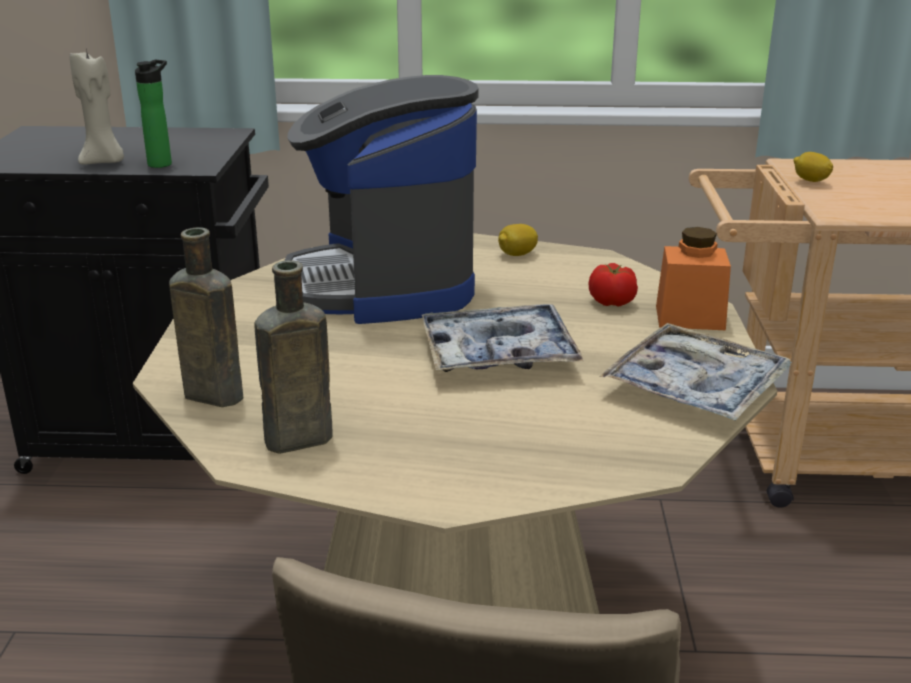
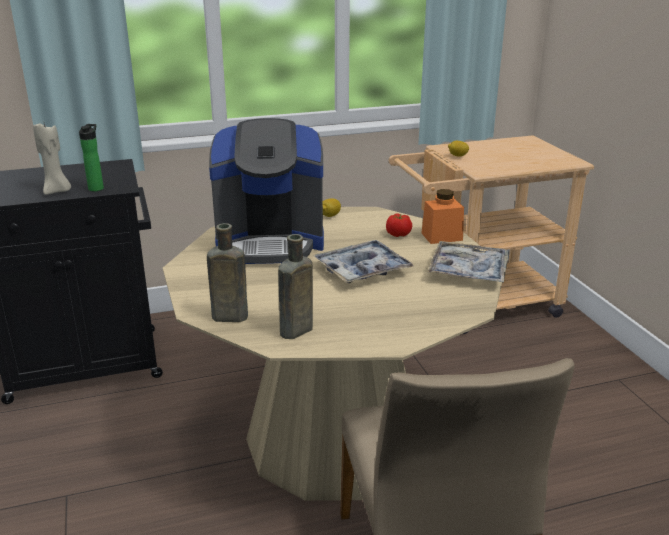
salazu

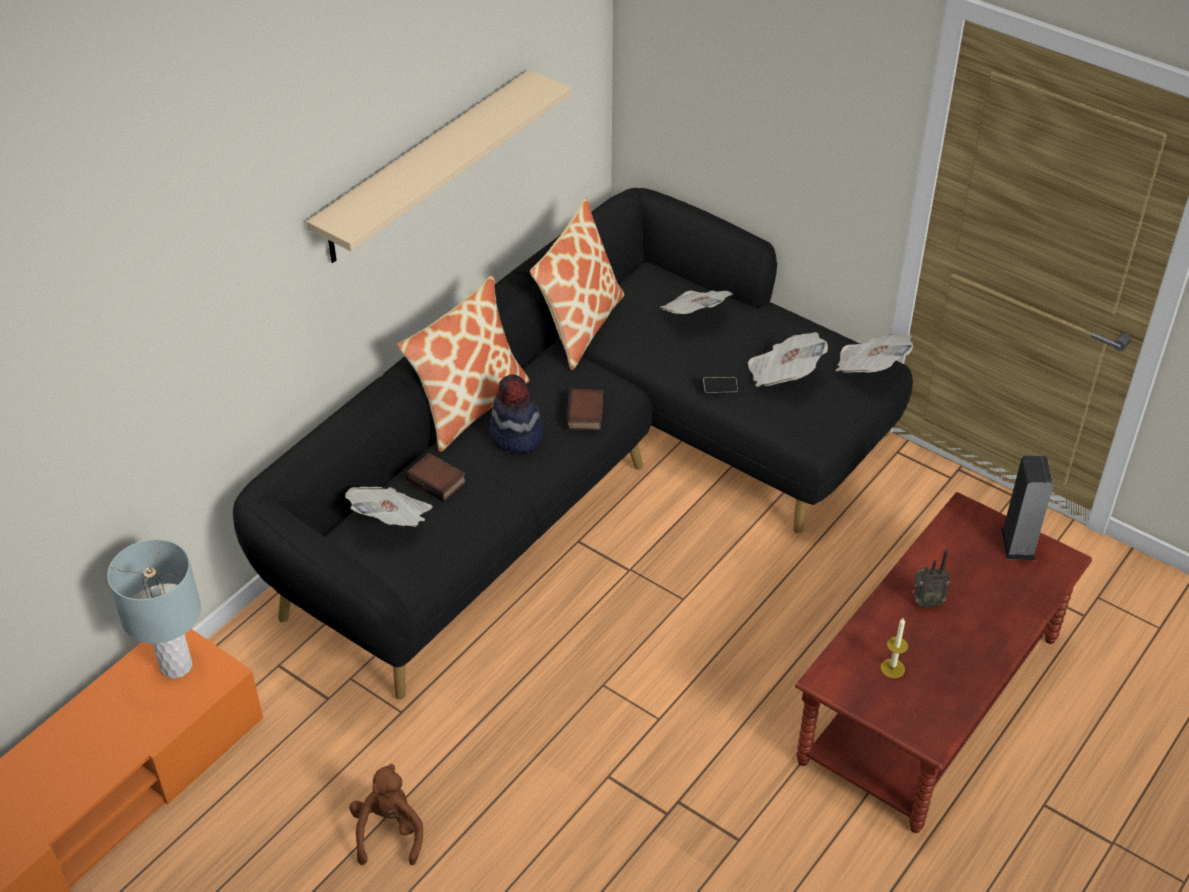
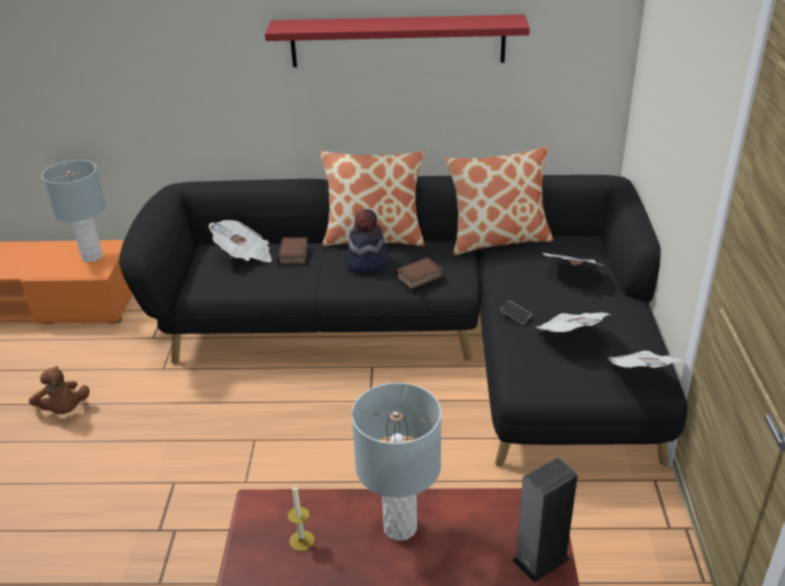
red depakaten
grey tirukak (no. 2 from left)
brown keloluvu

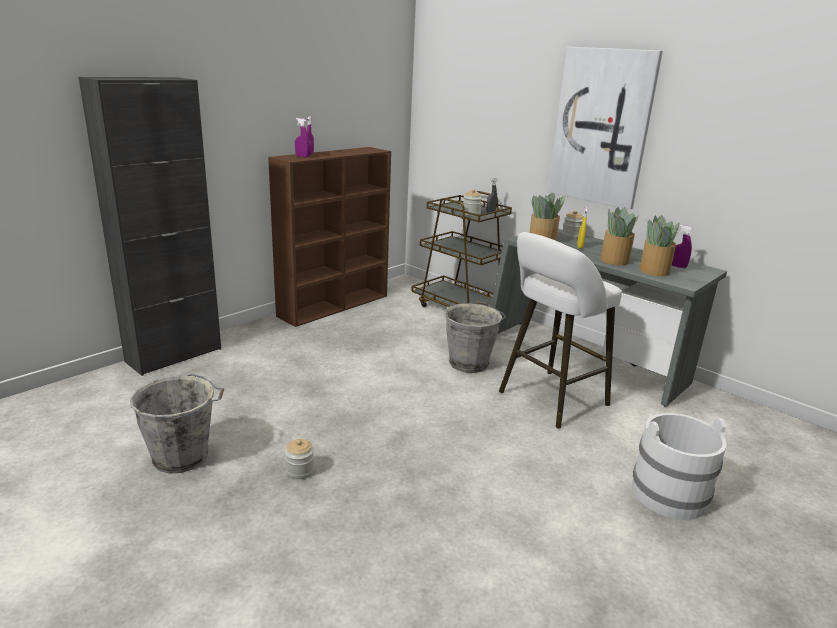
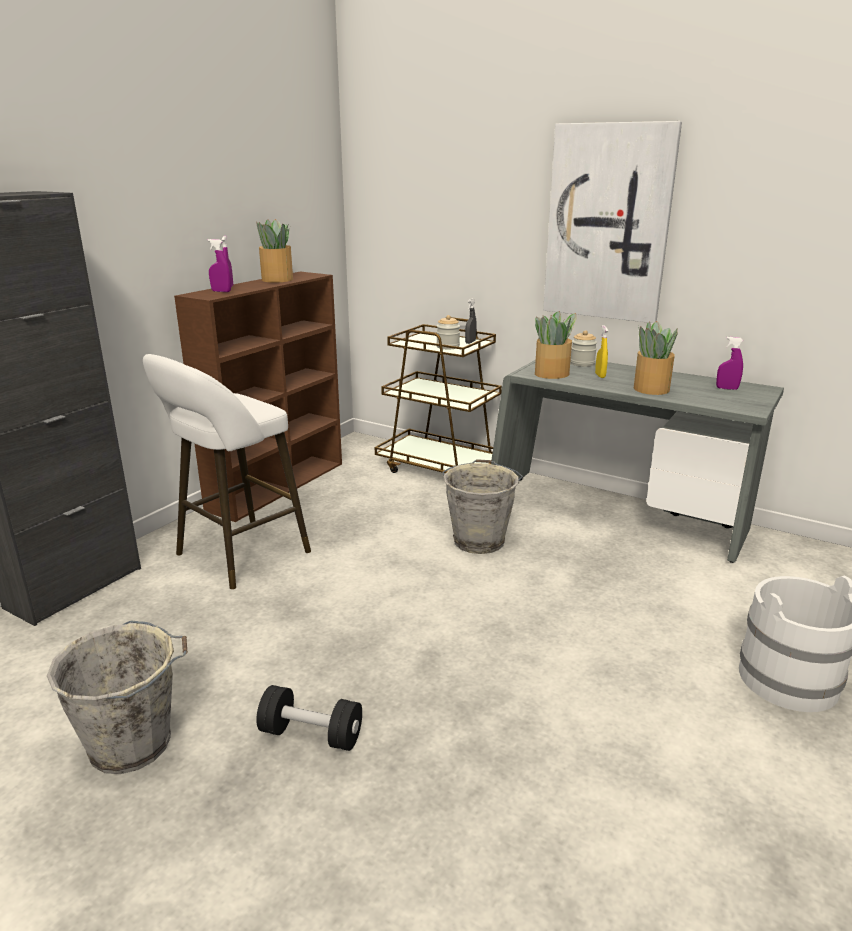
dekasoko (no. 1 from left)
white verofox
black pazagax

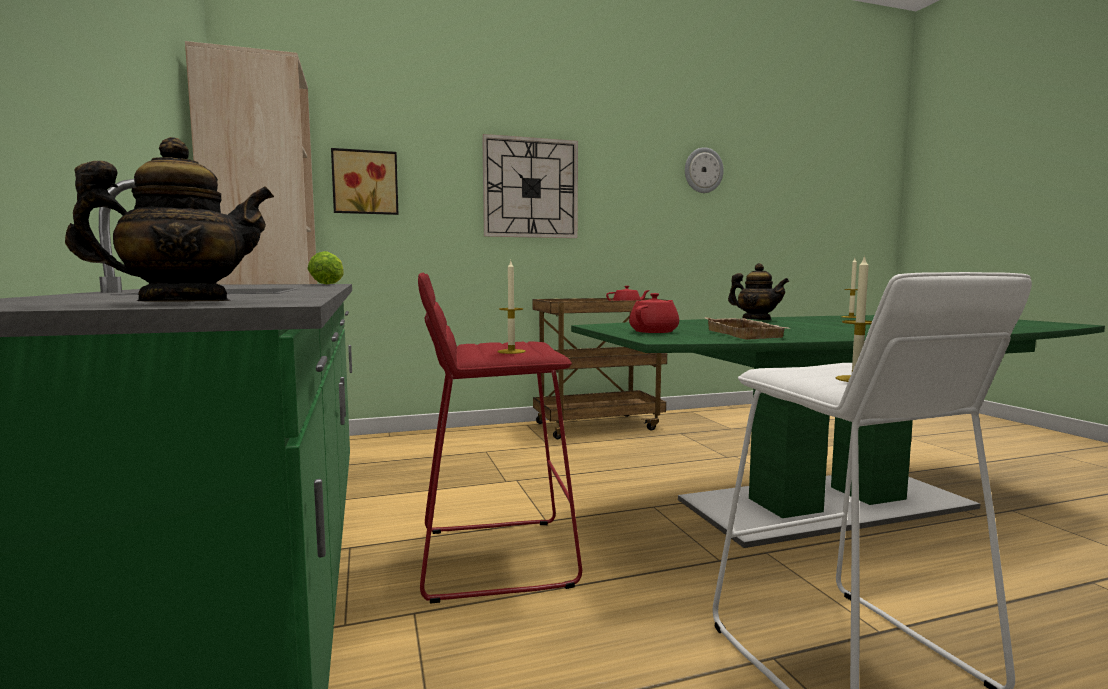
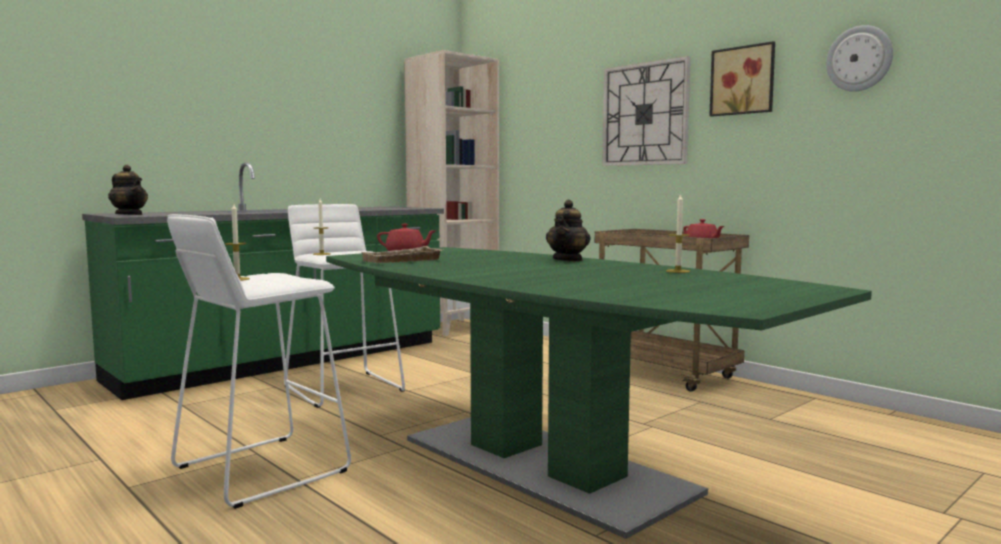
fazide
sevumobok
white verofox (no. 2 from left)

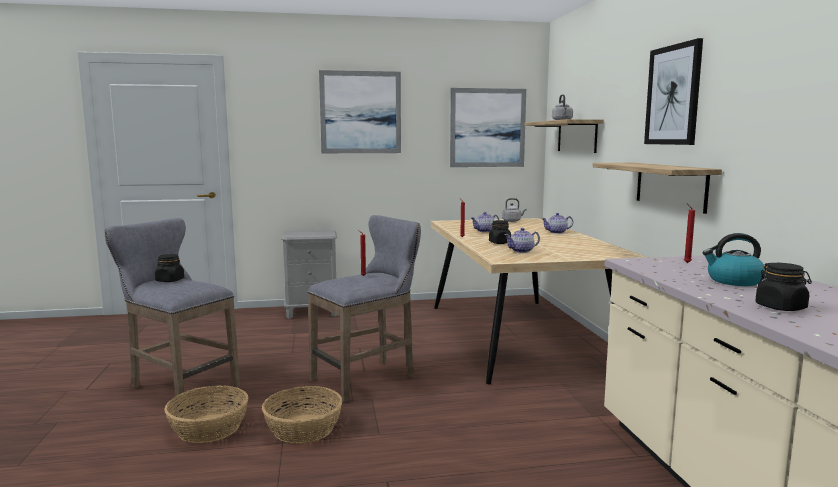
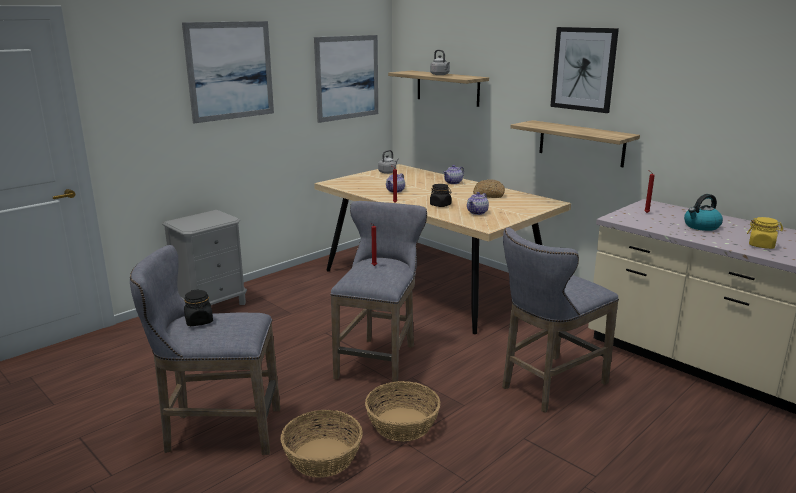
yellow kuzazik
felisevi
grey verofox (no. 3 from left)

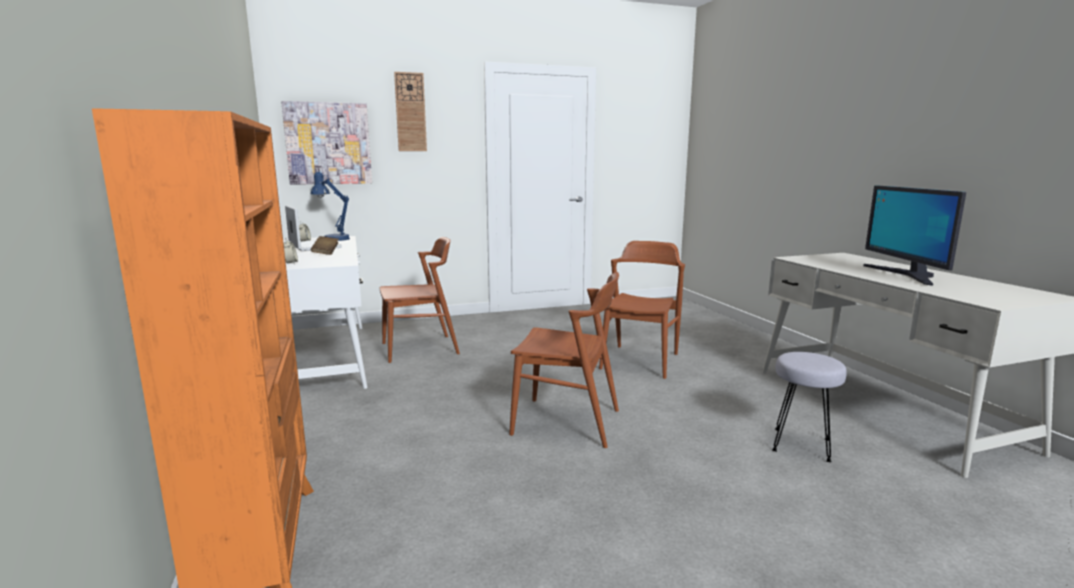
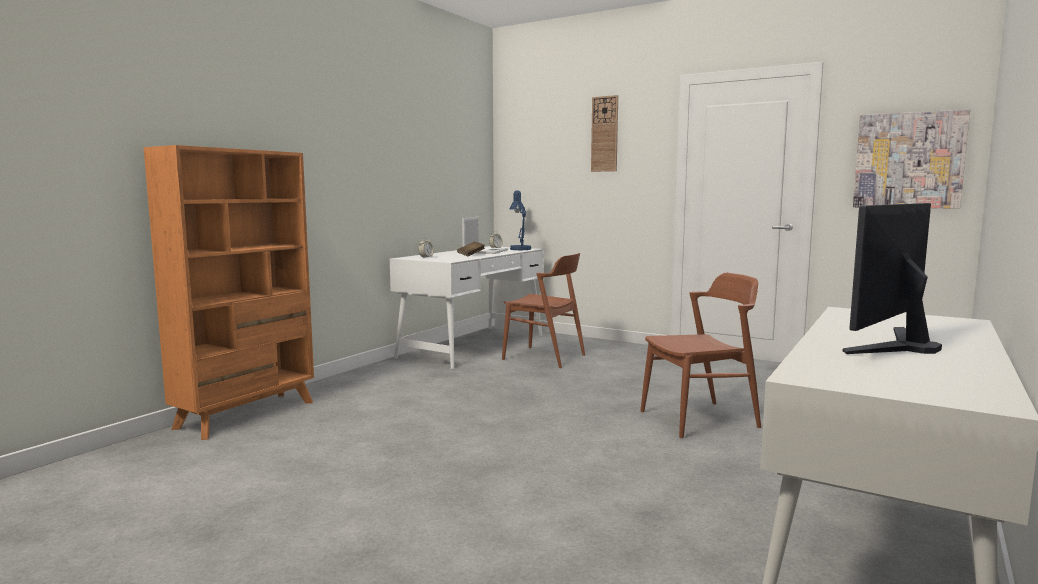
fazide
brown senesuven (no. 2 from left in the first image)
grey verofox

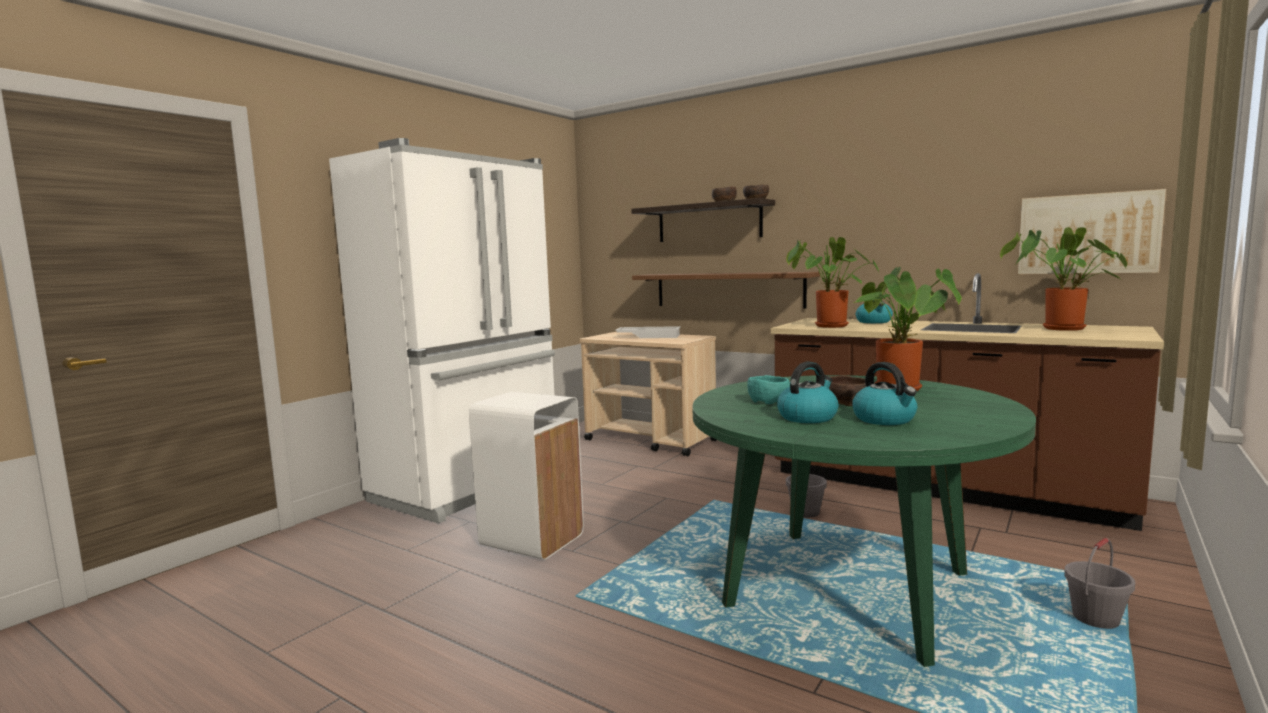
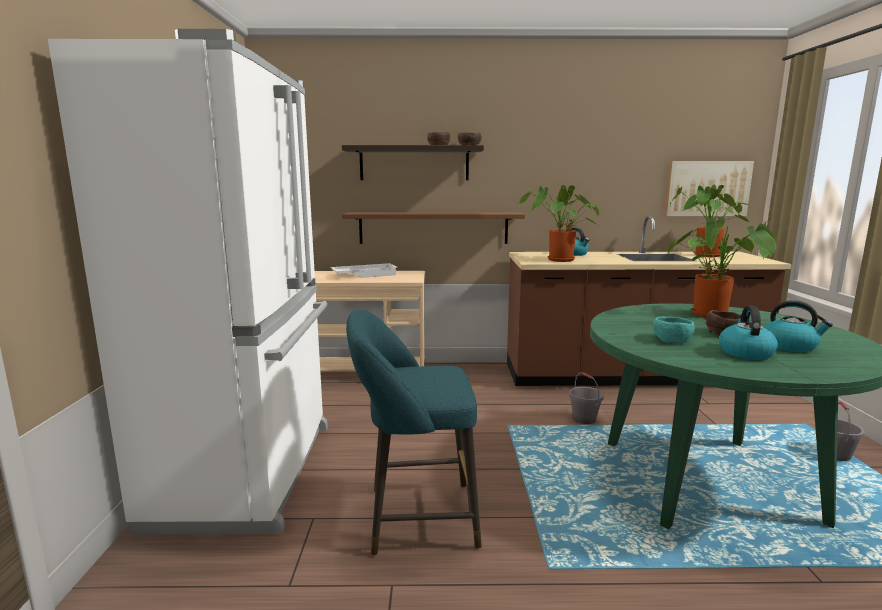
turquoise verofox

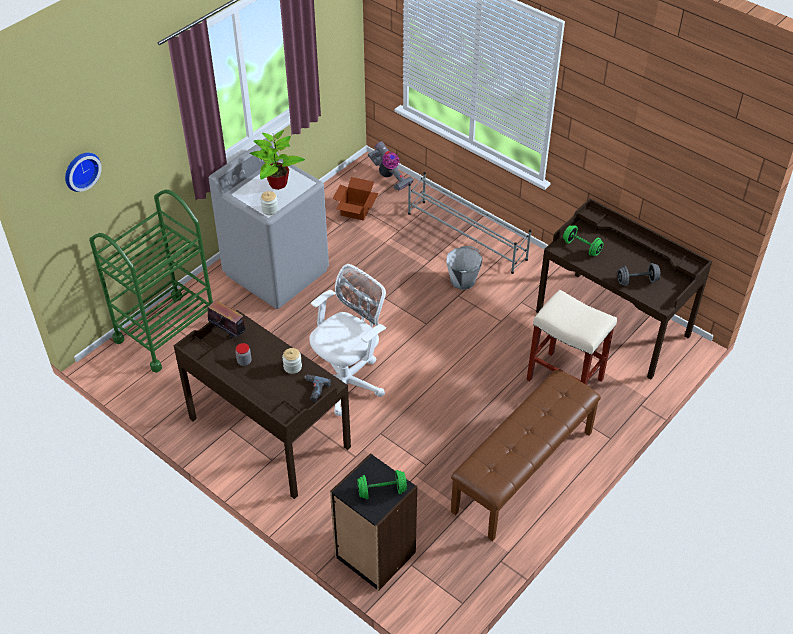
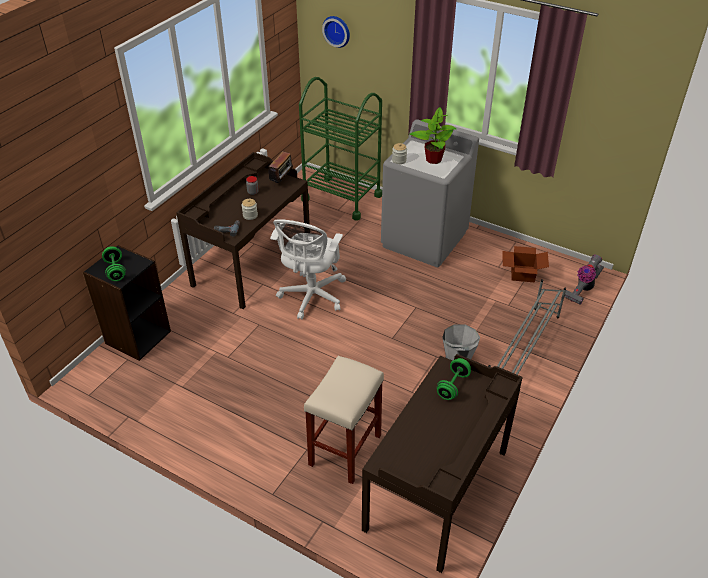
grey pazagax
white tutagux
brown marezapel

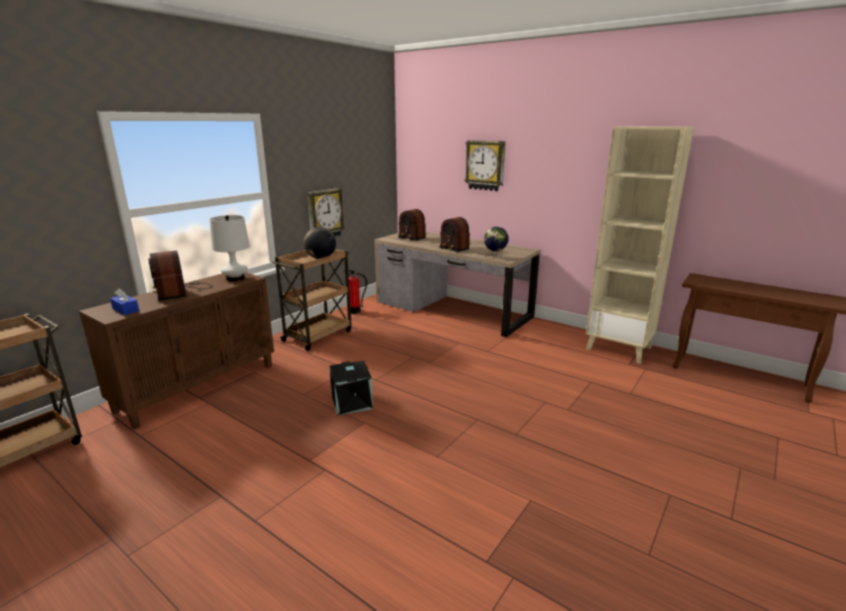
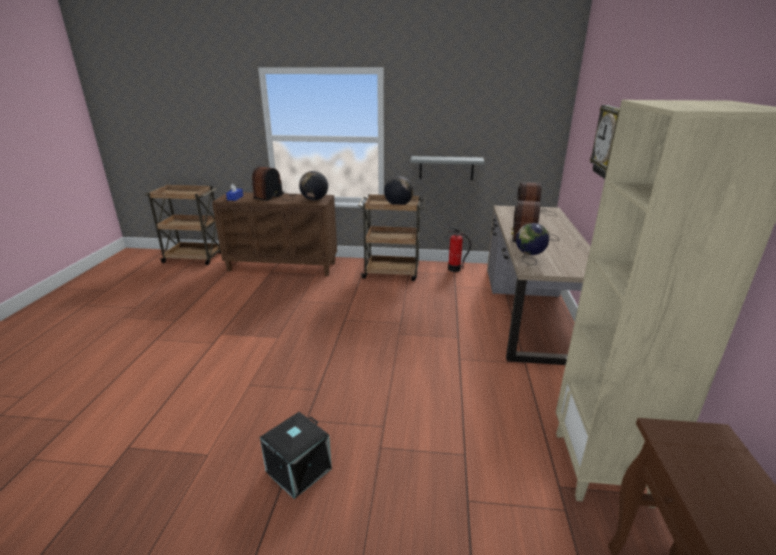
grey depakaten
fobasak (no. 1 from left)
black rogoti

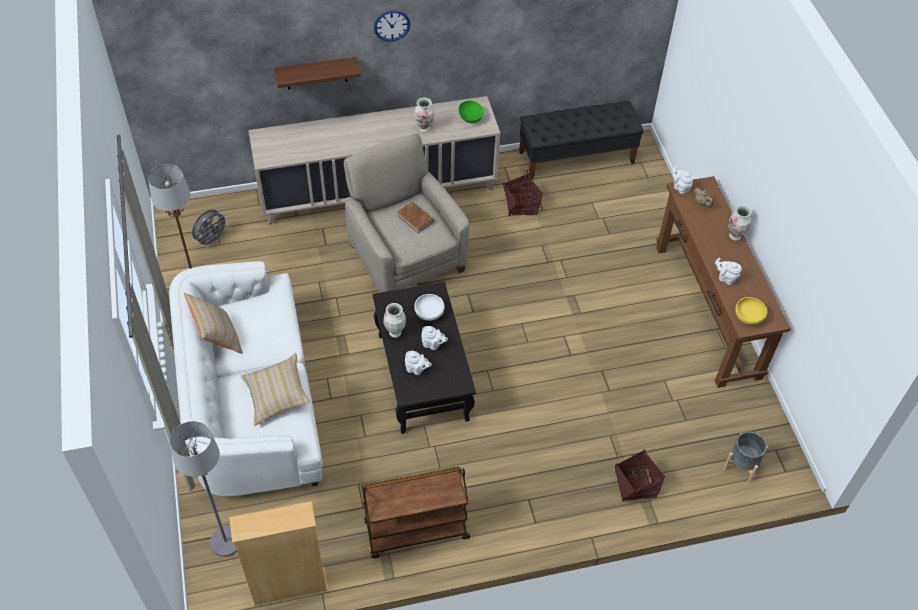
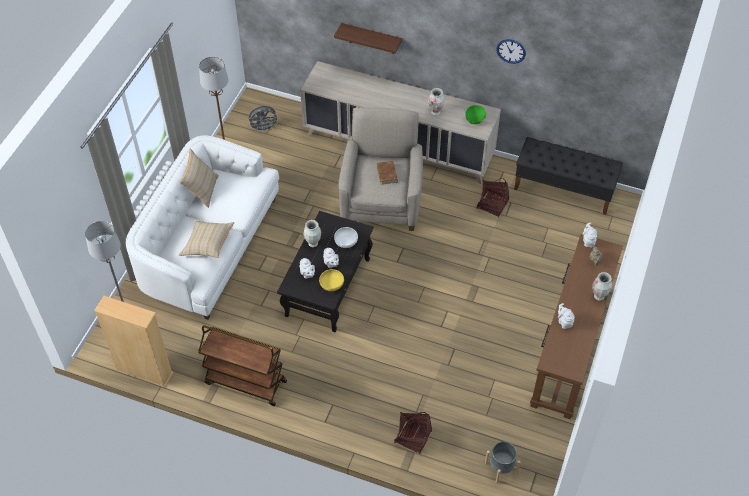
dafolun
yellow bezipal

